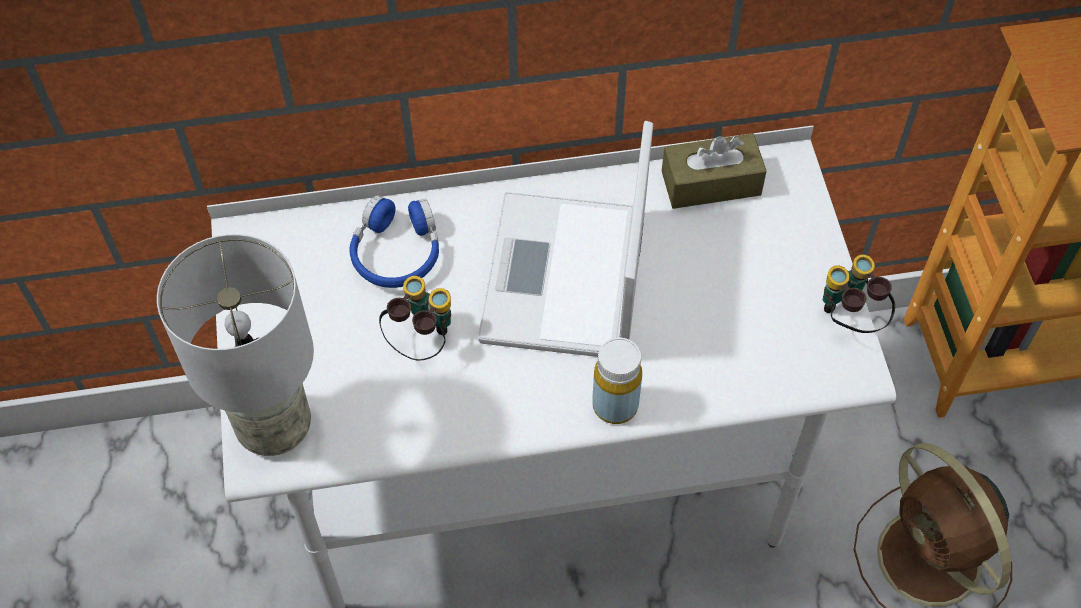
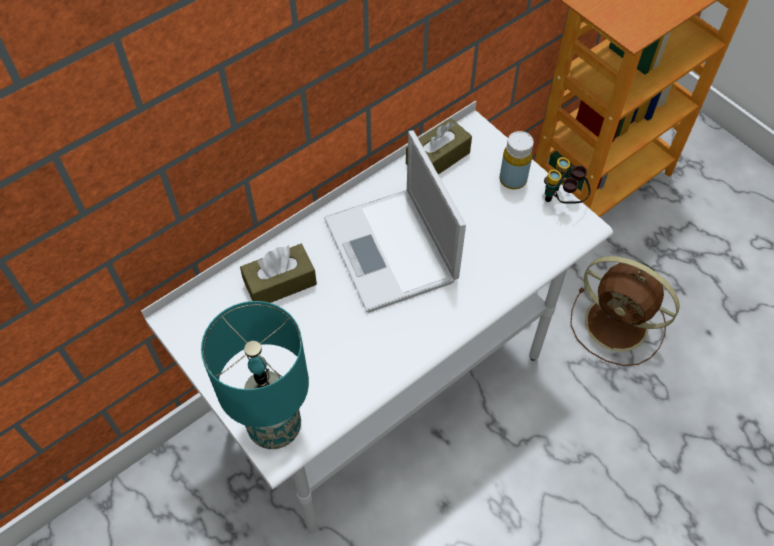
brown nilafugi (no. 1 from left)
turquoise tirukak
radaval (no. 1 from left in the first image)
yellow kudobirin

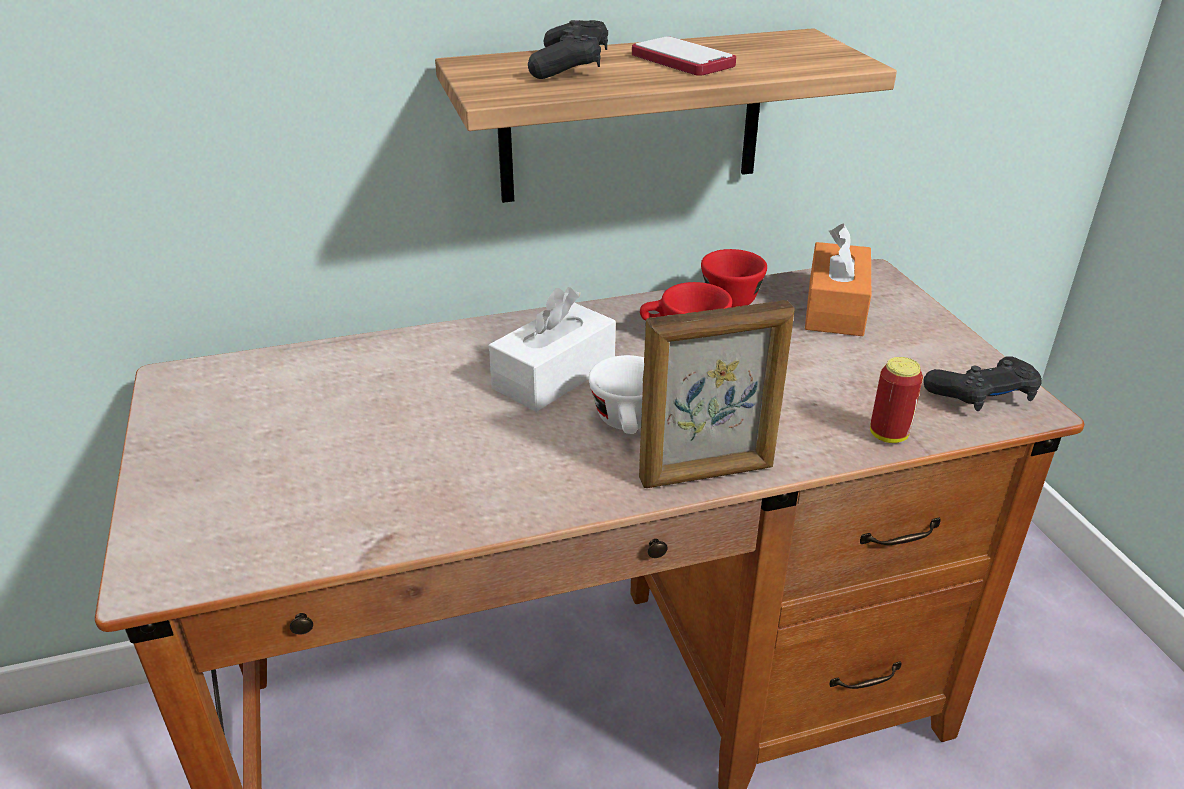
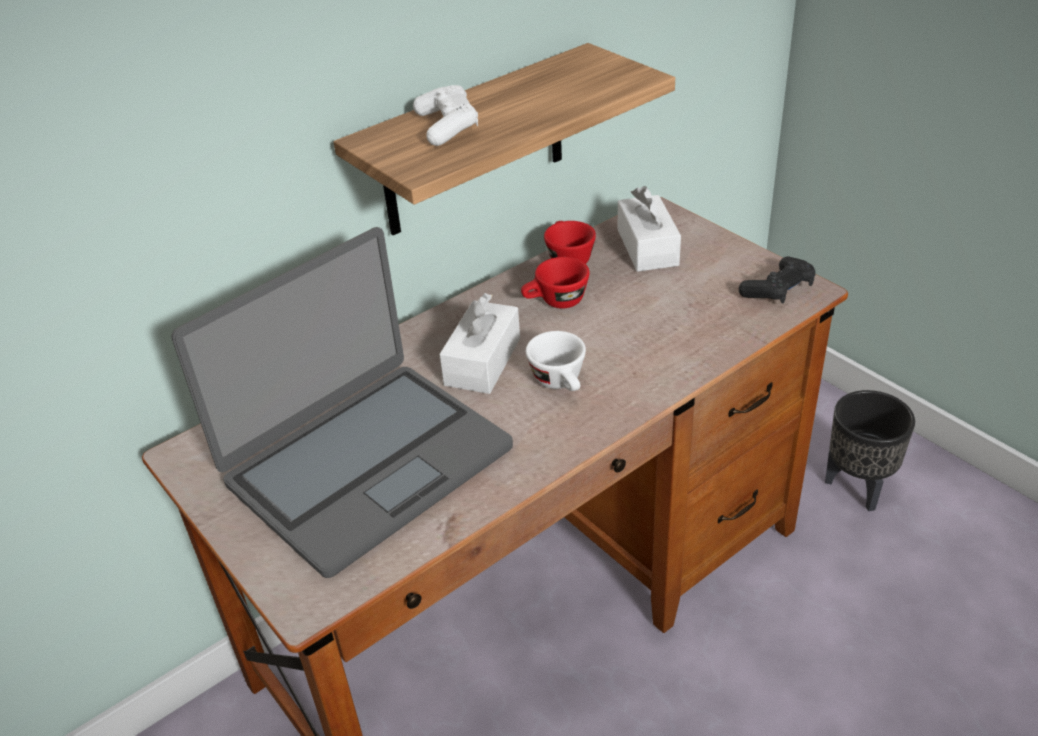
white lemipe
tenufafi
white nilafugi (no. 2 from left)
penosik
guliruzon
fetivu
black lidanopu

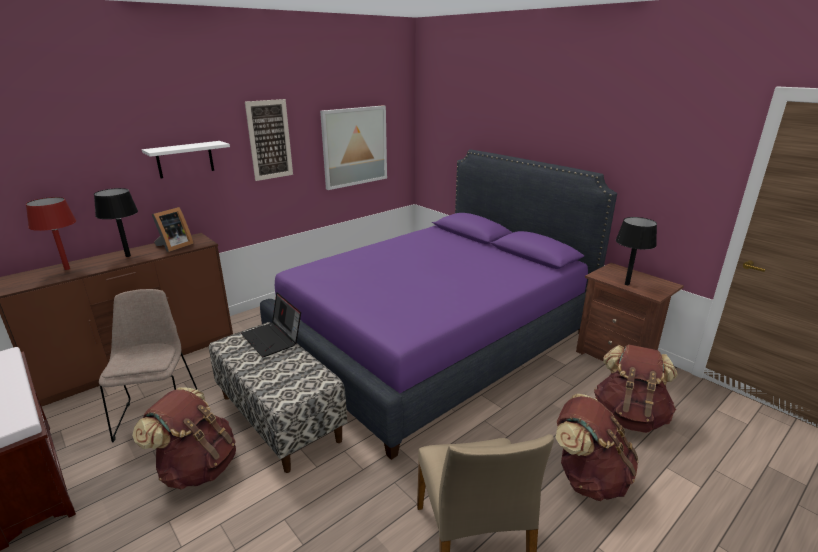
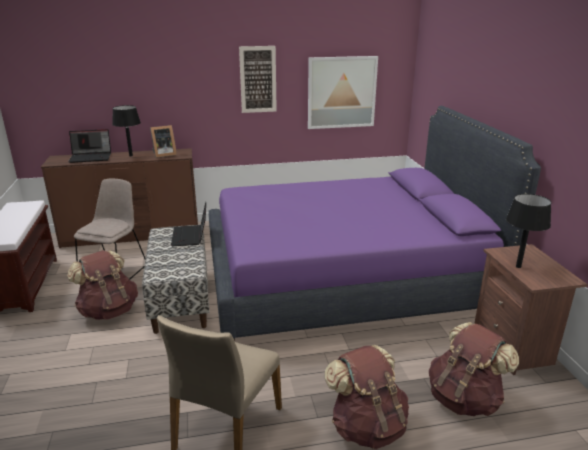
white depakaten
fetivu (no. 1 from left)

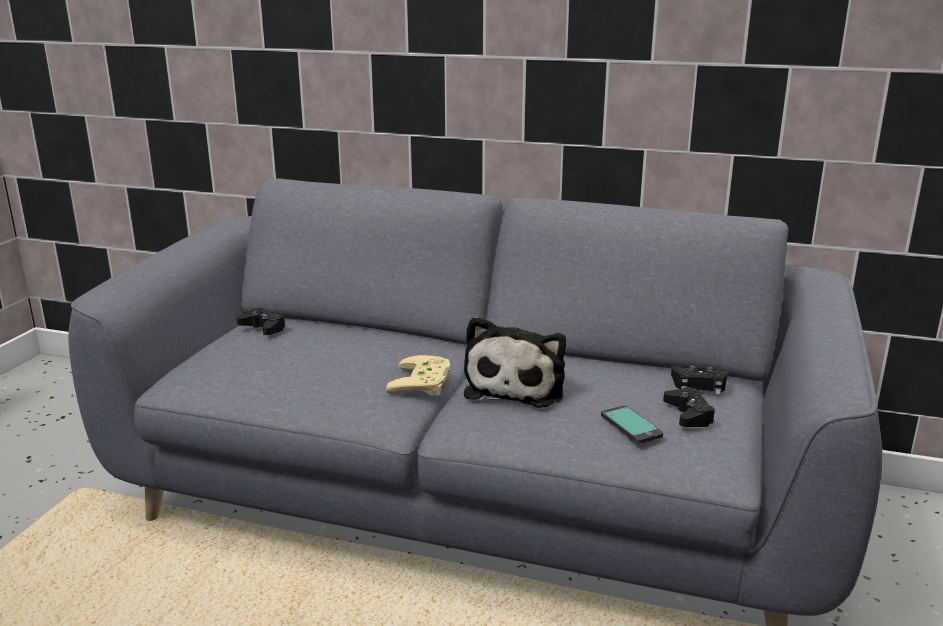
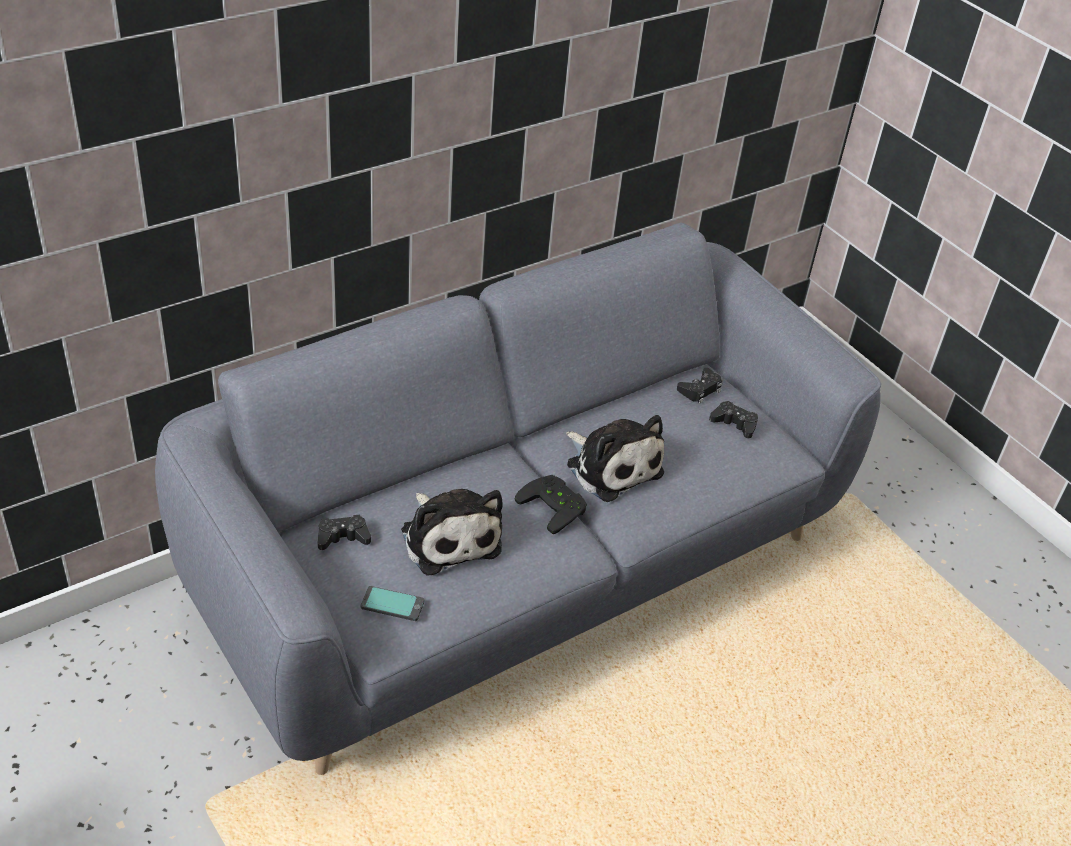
black lemipe (no. 2 from left)
tenufafi
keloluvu (no. 1 from left)

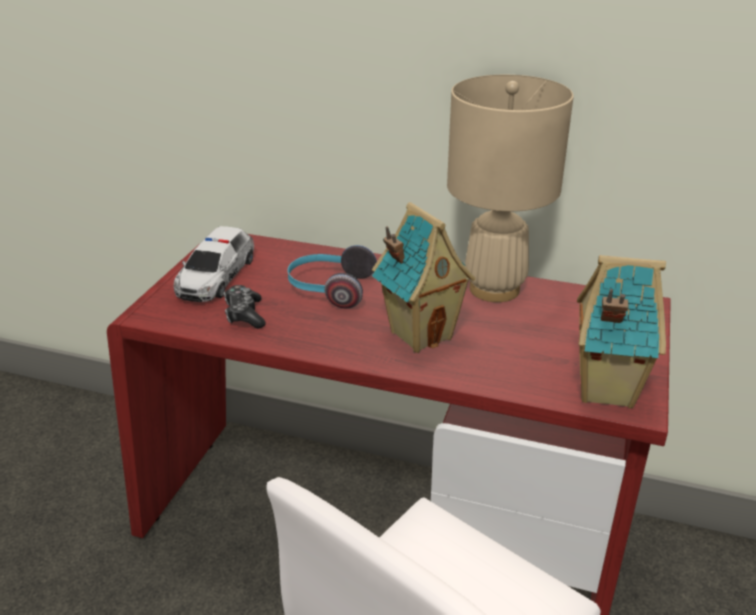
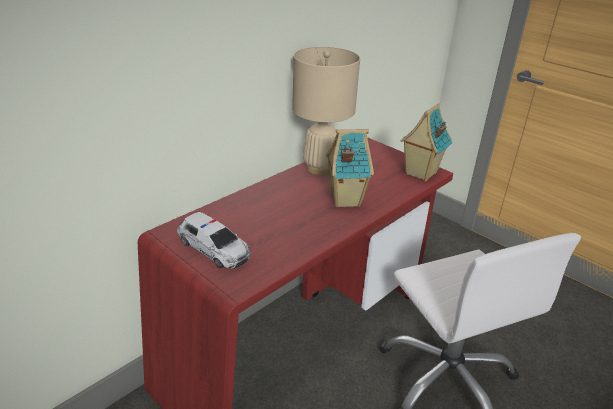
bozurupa
lemipe

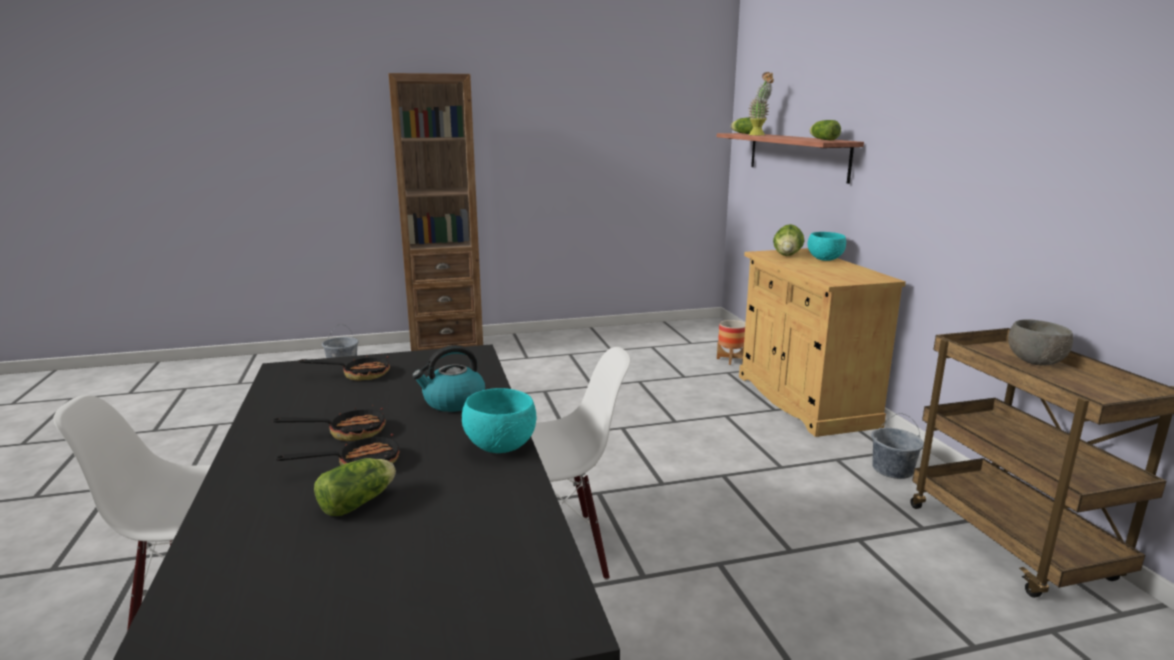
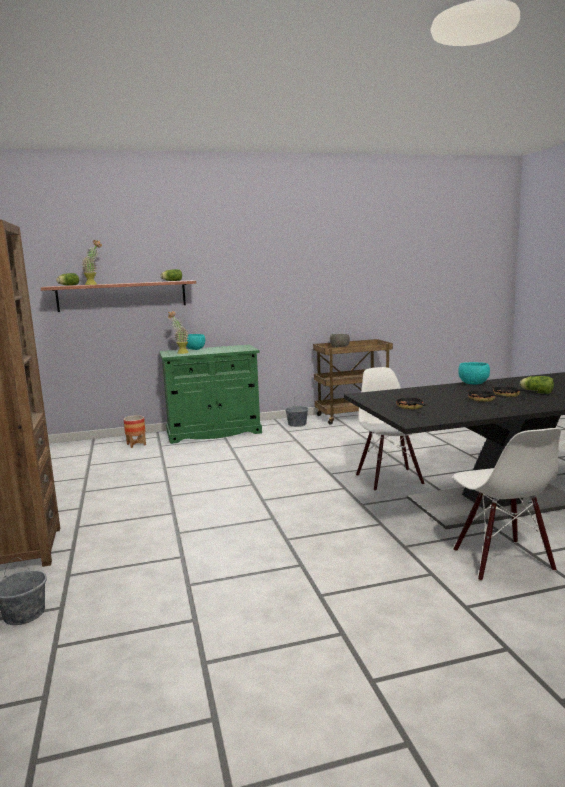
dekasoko (no. 2 from left)
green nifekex
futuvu

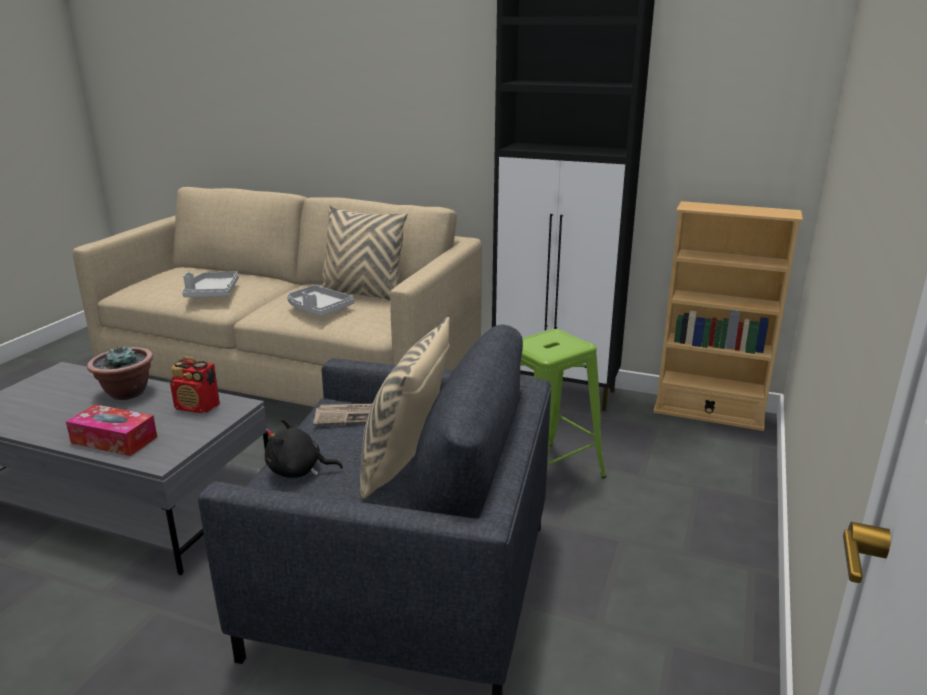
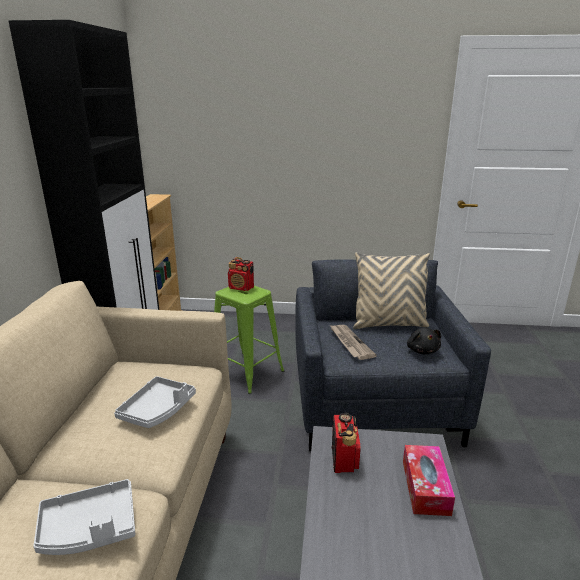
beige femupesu (no. 1 from left in the first image)
dekasoko
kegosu (no. 1 from left)

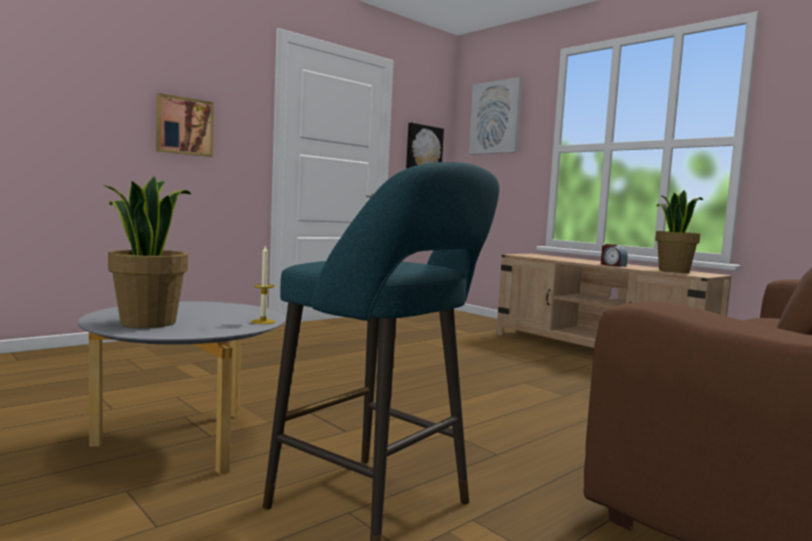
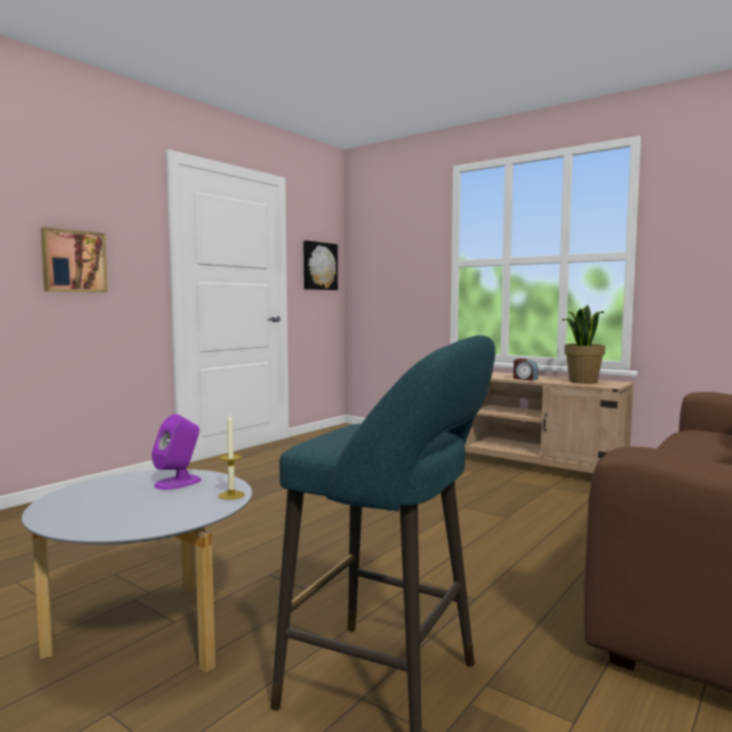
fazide (no. 3 from left in the first image)
dekasoko (no. 1 from left in the first image)
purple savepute

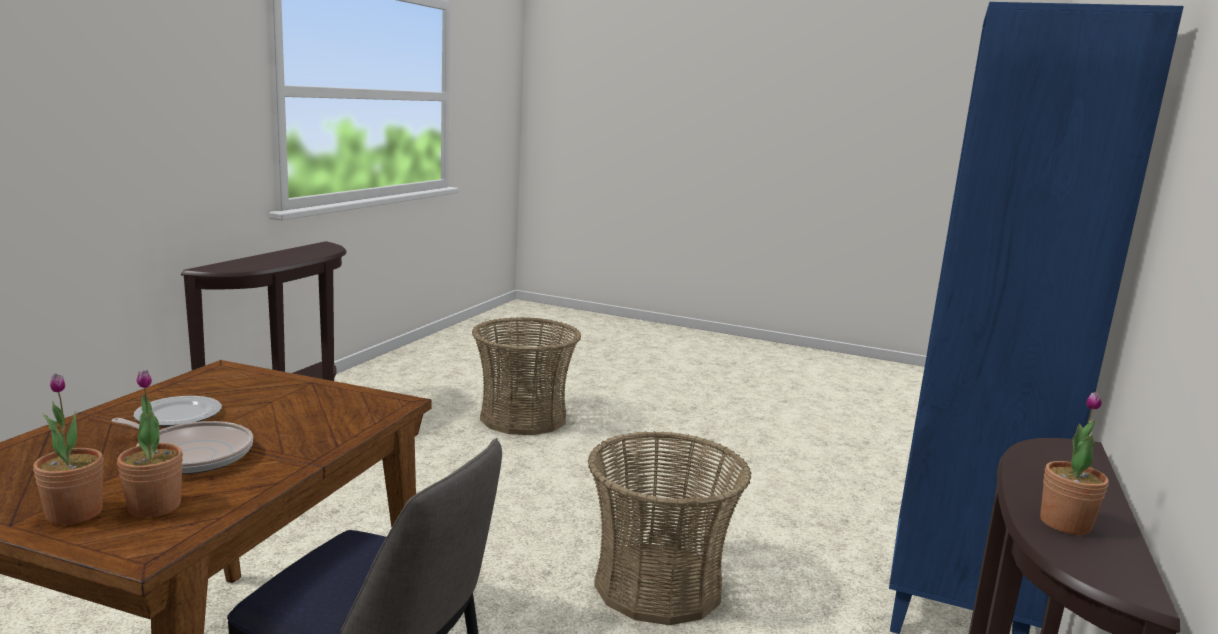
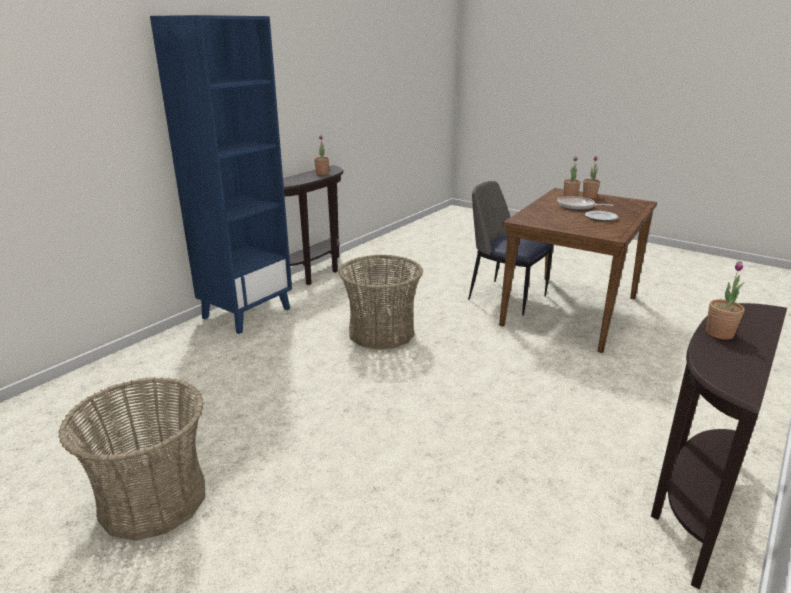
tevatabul (no. 1 from left)
dekasoko (no. 4 from left)

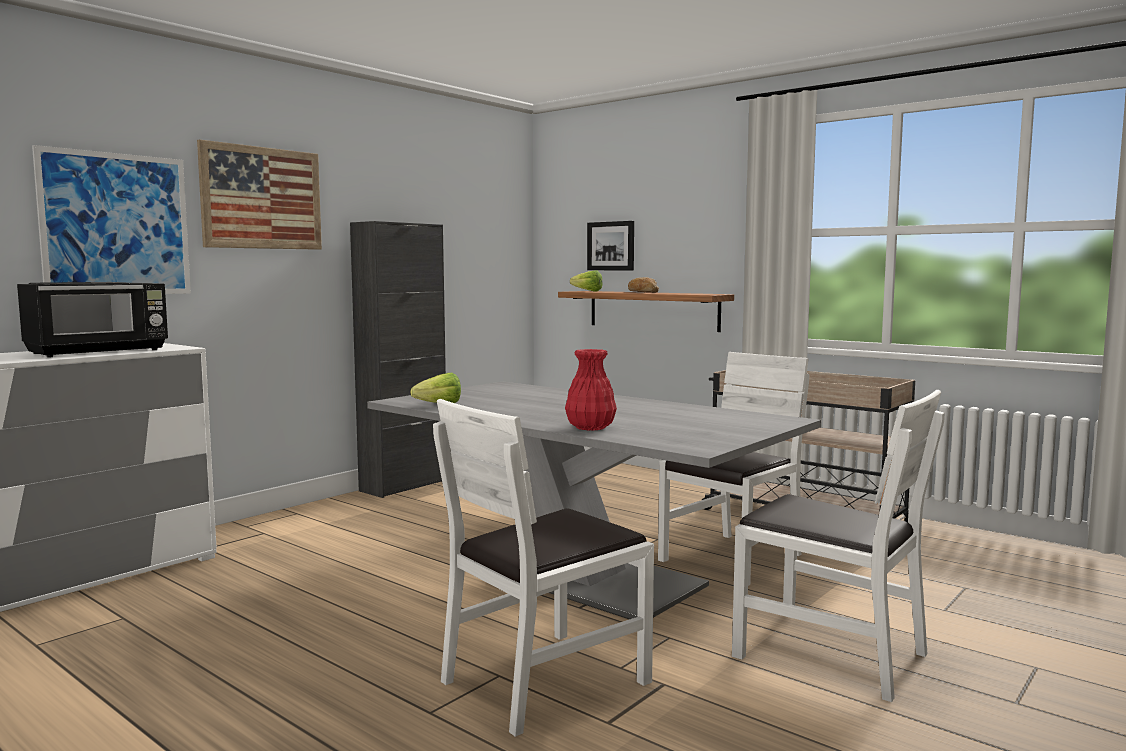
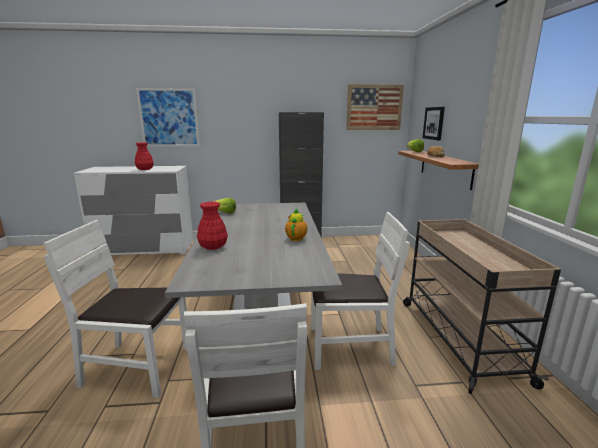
fazide (no. 2 from left)
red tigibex (no. 1 from left)
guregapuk

